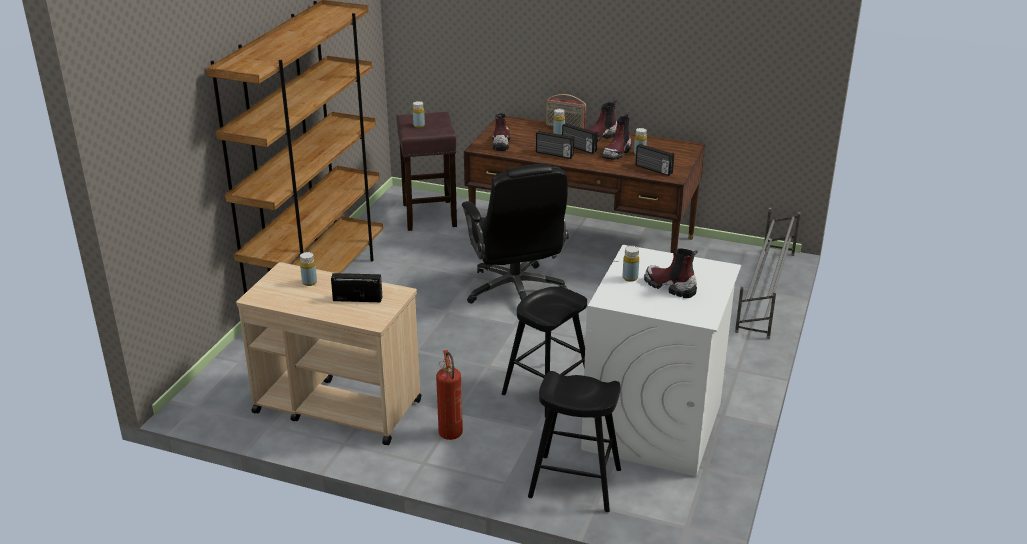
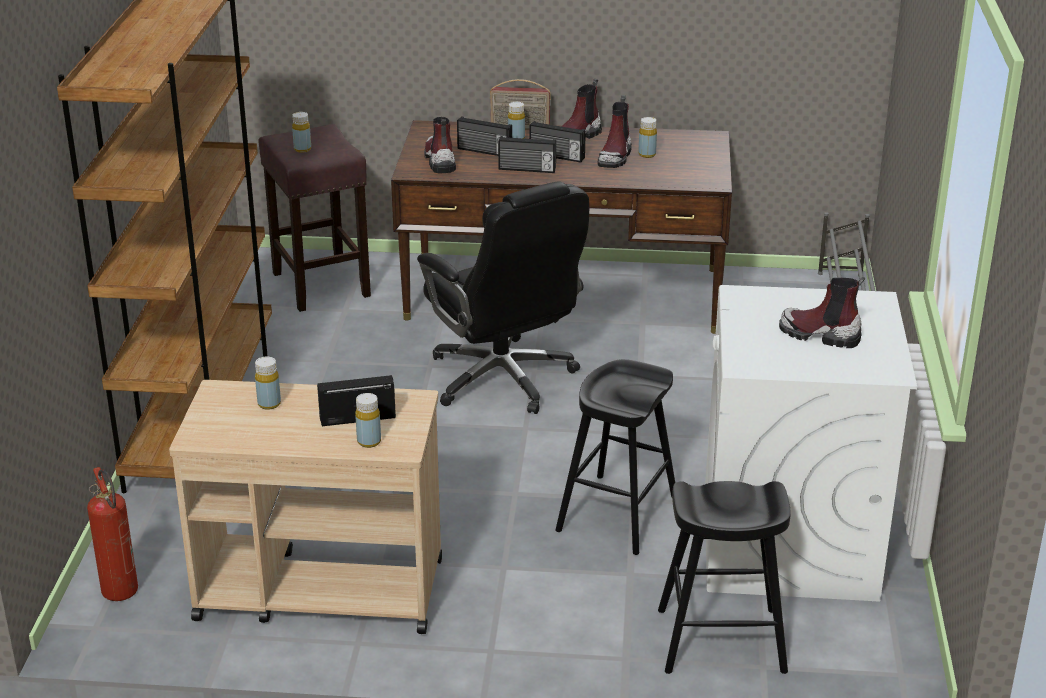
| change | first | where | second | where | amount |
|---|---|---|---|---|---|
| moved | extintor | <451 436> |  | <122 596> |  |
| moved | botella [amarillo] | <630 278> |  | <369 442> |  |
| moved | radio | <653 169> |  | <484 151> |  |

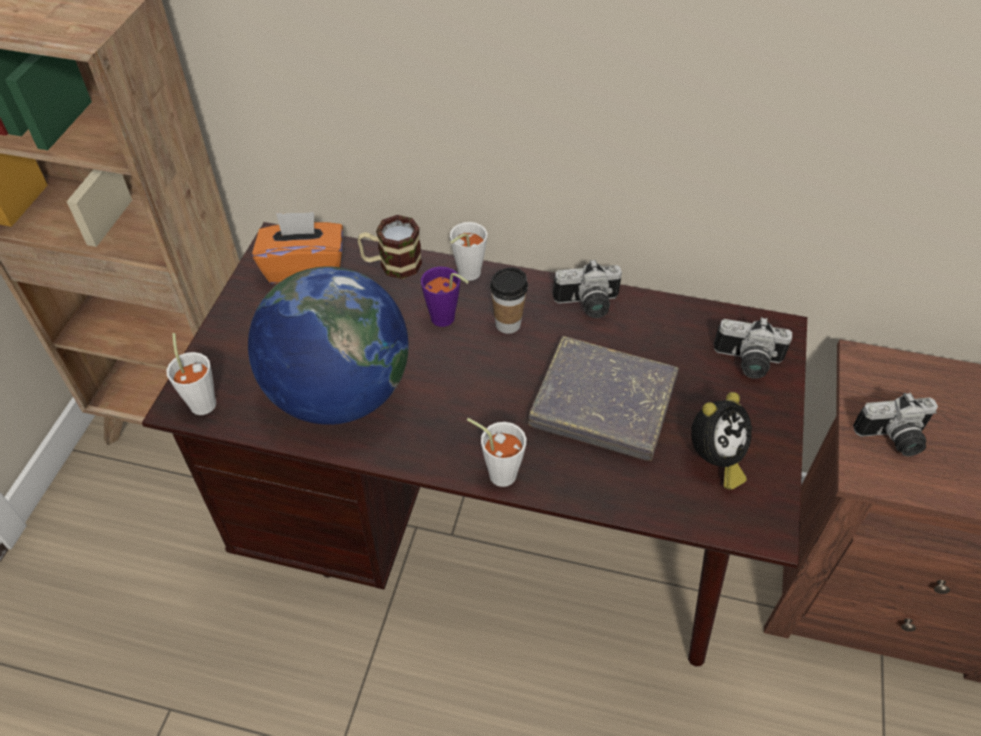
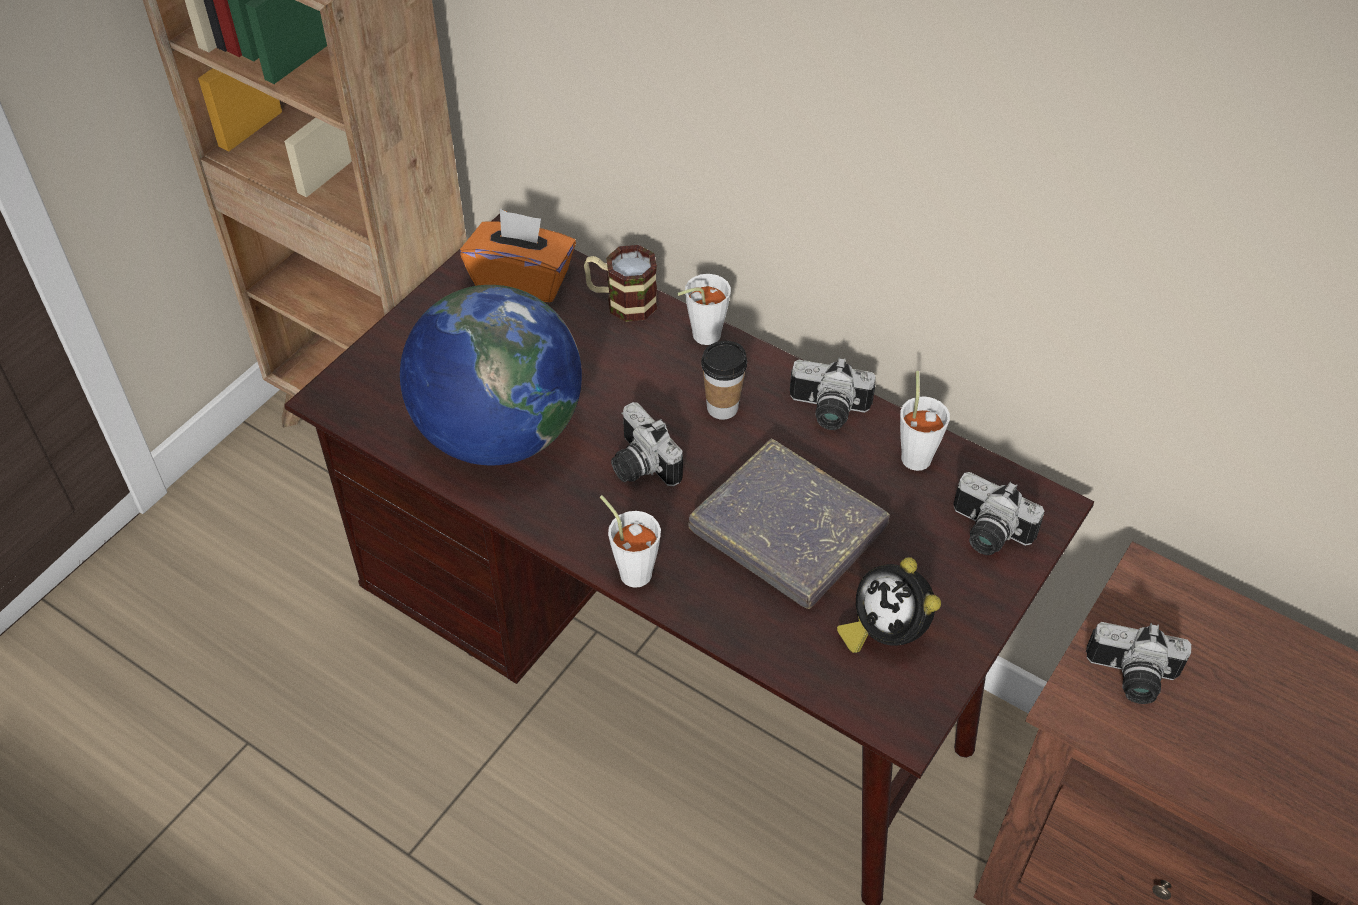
| change | first | where | second | where | amount |
|---|---|---|---|---|---|
| removed | taza [morado] | <446 321> |  |  |  |
| added |  |  | cámara | <639 465> |  |
| moved | taza [blanco] | <202 399> |  | <916 453> |  |
| turned | despertador | <714 460> |  | <885 632> | 75 degrees clockwise |

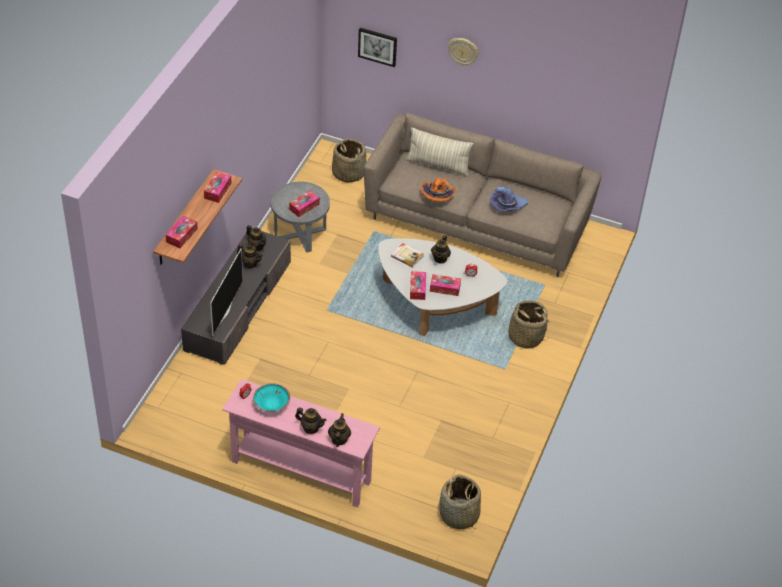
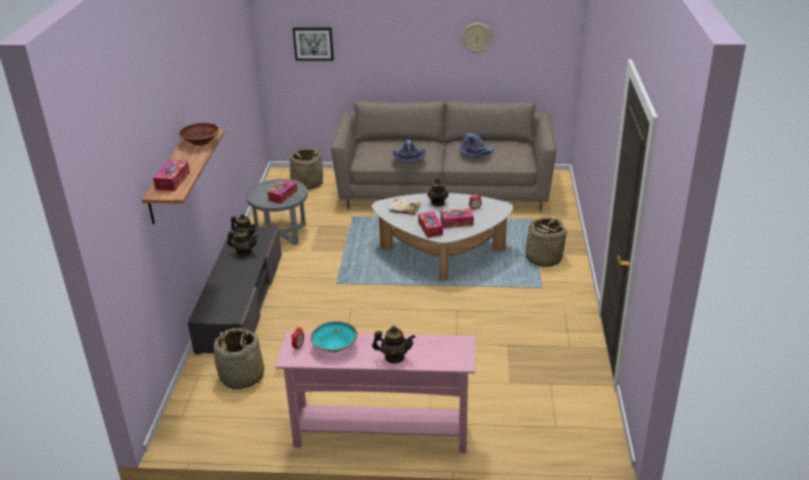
| change | first | where | second | where | amount |
|---|---|---|---|---|---|
| removed | televisor | <224 312> |  |  |  |
| removed | tetera | <339 439> |  |  |  |
| removed | cojín | <438 165> |  |  |  |
| moved | cesta | <459 515> |  | <242 377> |  |
| moved | reloj de pared | <463 51> |  | <477 37> |  |
| replaced | caja de pañuelos | <217 191> | cuenco [marrón] | <201 142> |  |
| recoloured | sombrero [naranja] | <438 194> | sombrero [morado] | <408 160> |  |

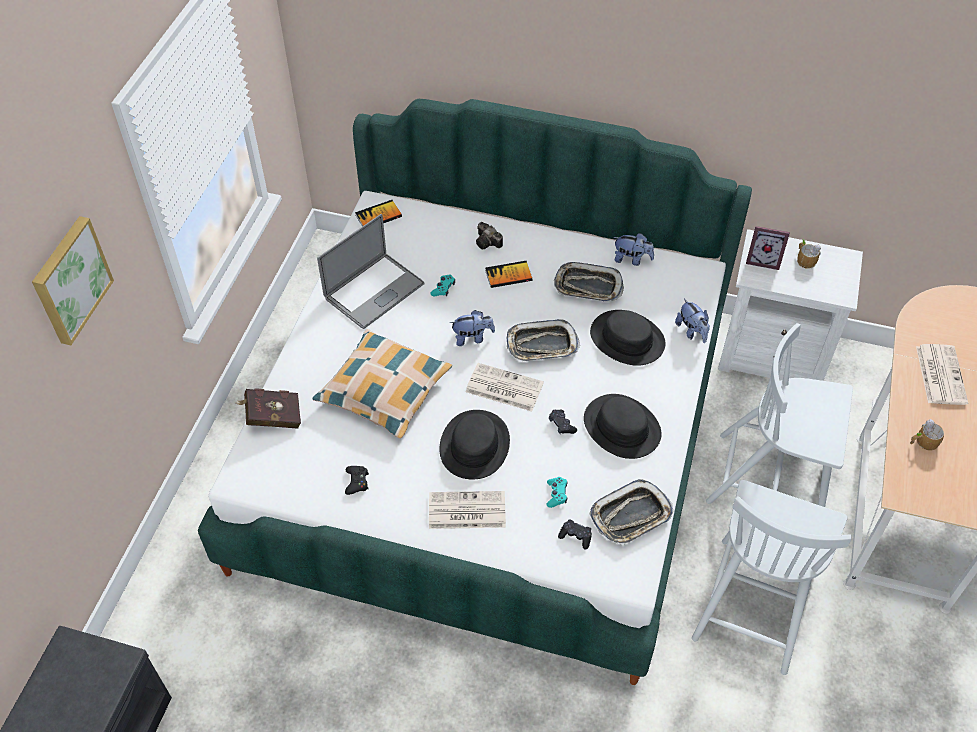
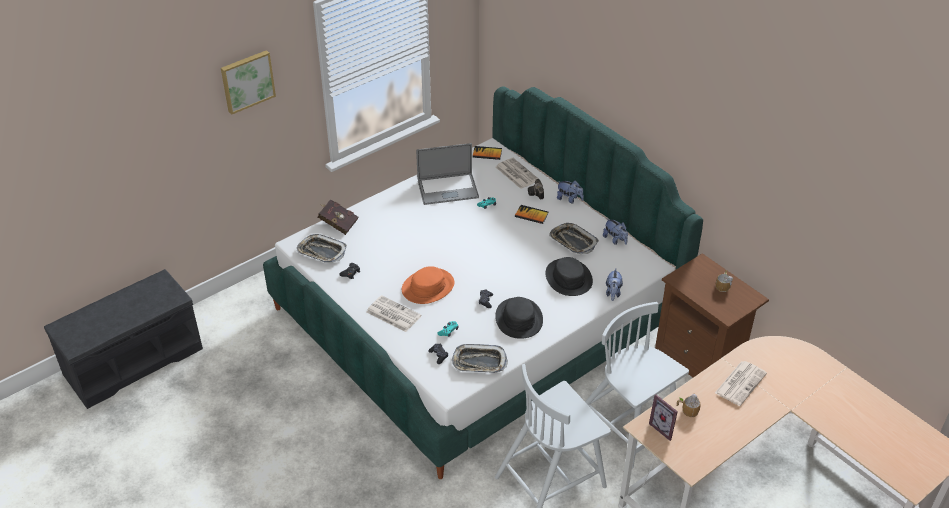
| change | first | where | second | where | amount |
|---|---|---|---|---|---|
| removed | cojín | <384 390> |  |  |  |
| moved | peluche | <472 338> |  | <569 199> |  |
| moved | periódico | <503 388> |  | <516 173> |  |
| moved | bandeja | <541 345> |  | <321 252> |  |
| moved | portarretratos | <763 260> |  | <665 428> |  |
| recoloured | sombrero [negro] | <474 445> | sombrero [naranja] | <427 287> |  |
| recoloured | mesita de noche [blanco] | <773 355> | mesita de noche [marrón] | <701 360> |  |

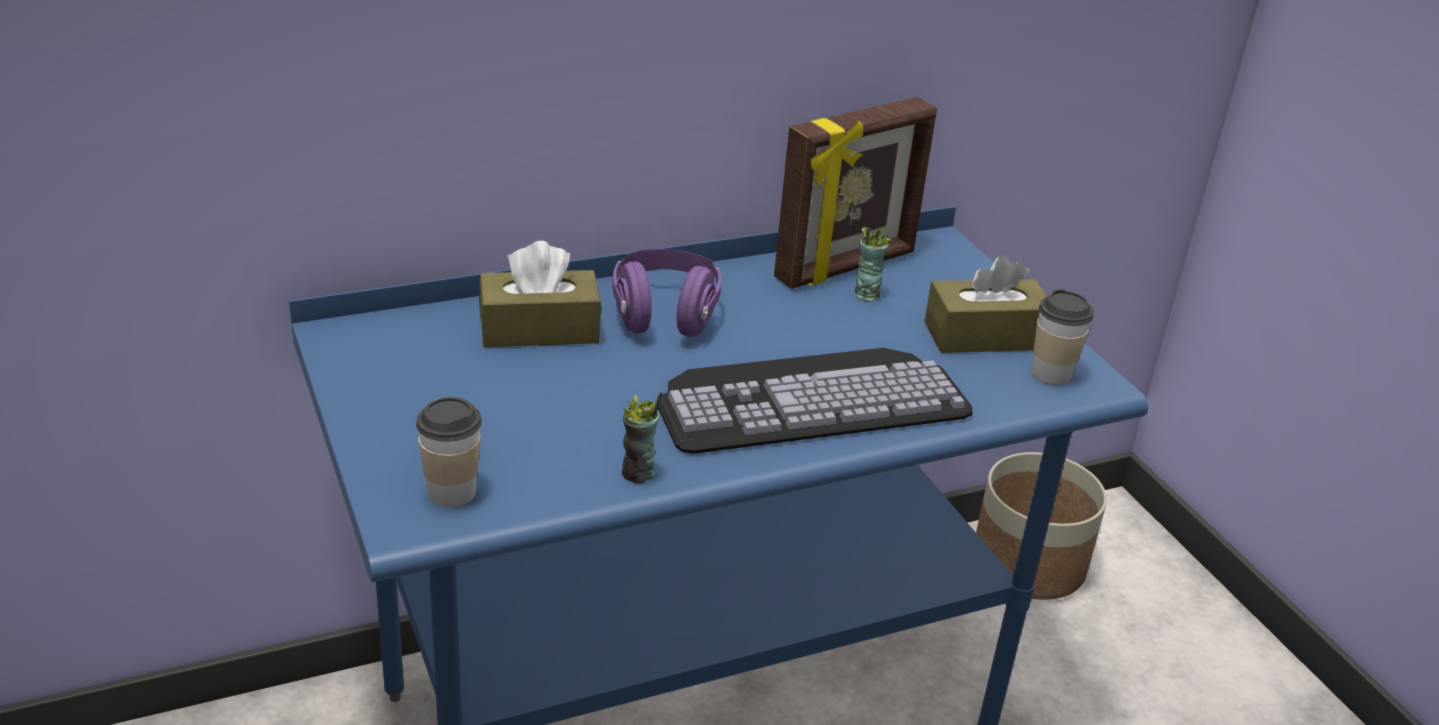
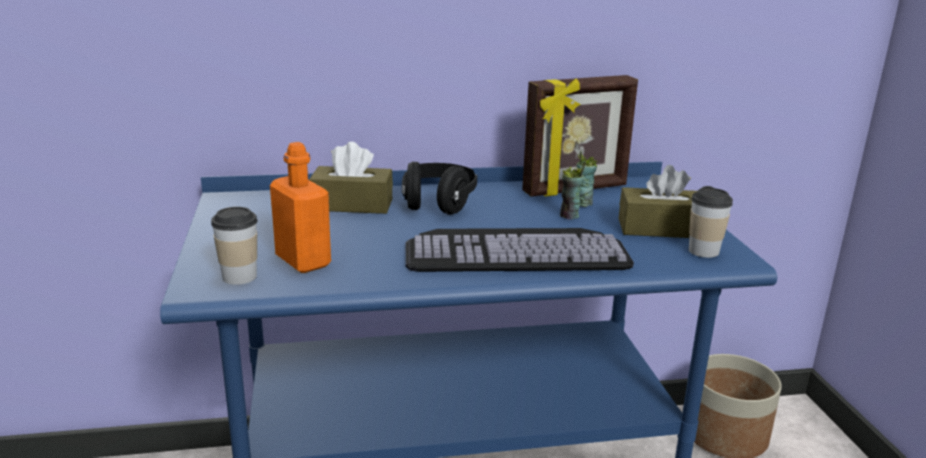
| change | first | where | second | where | amount |
|---|---|---|---|---|---|
| added |  |  | botella [naranja] | <303 261> |  |
| moved | taza | <638 474> |  | <569 216> |  |
| recoloured | auriculares [morado] | <664 316> | auriculares [negro] | <438 204> |  |

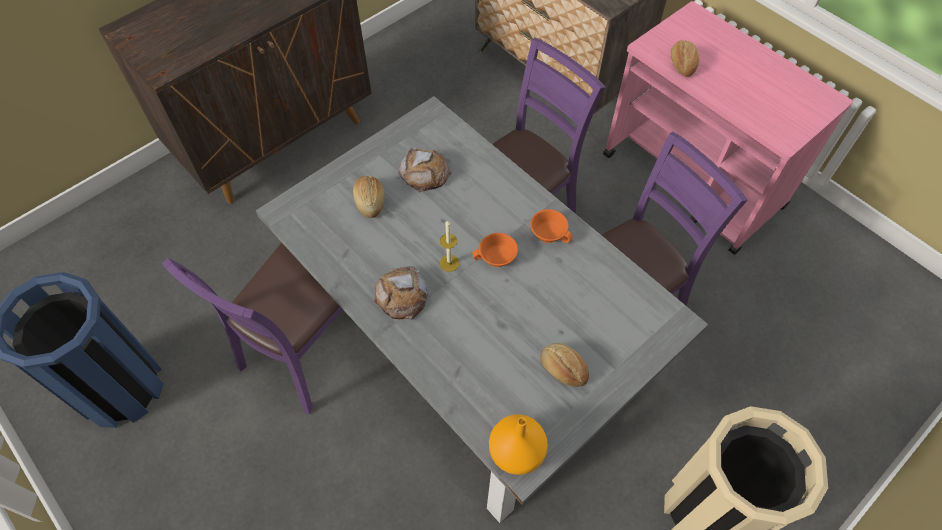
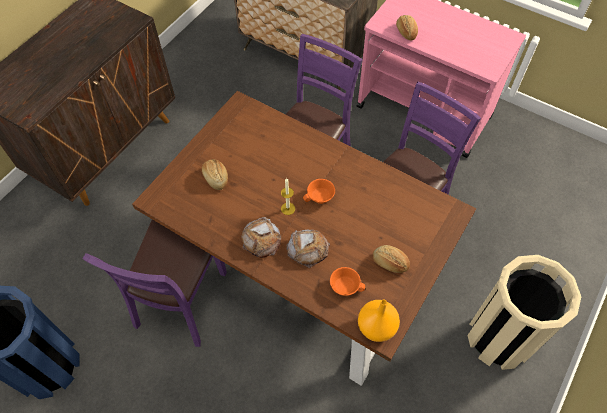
| change | first | where | second | where | amount |
|---|---|---|---|---|---|
| moved | pan | <425 173> |  | <308 249> |  |
| moved | taza [naranja] | <549 233> |  | <345 285> |  |
| recoloured | mesa de comedor [gris] | <468 349> | mesa de comedor [marrón] | <302 269> |  |

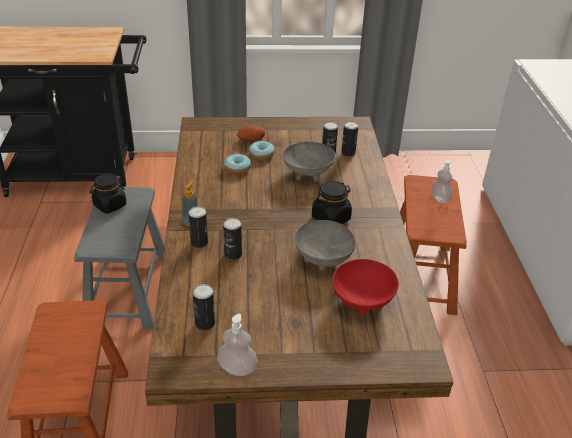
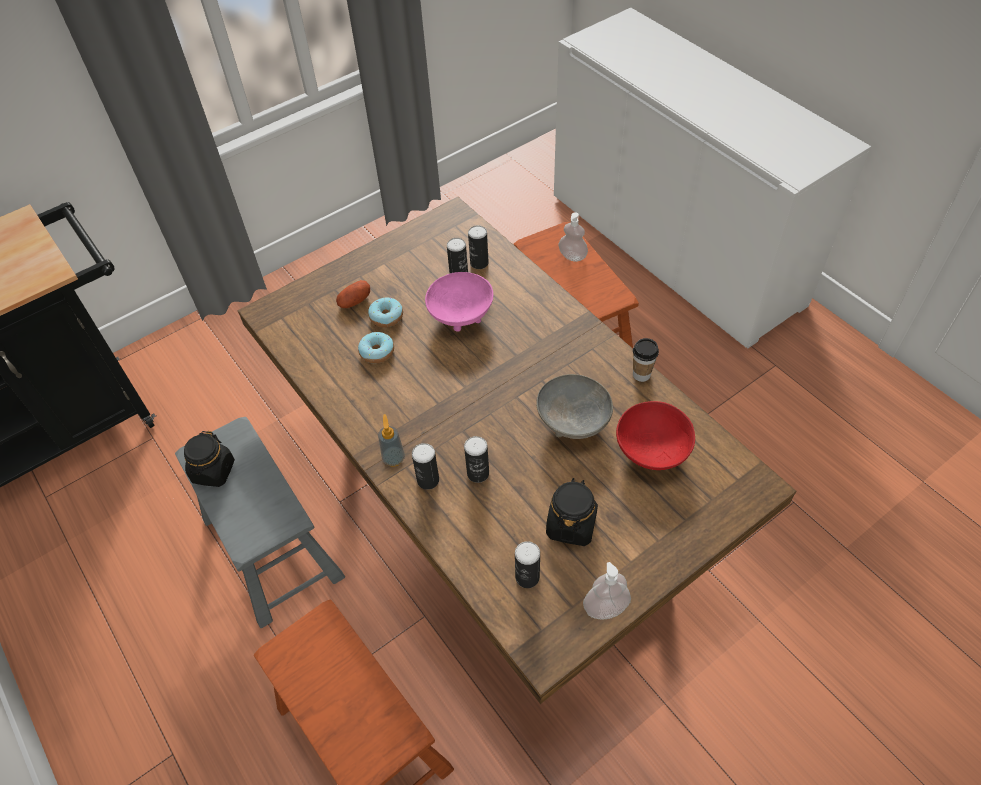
| change | first | where | second | where | amount |
|---|---|---|---|---|---|
| added |  |  | taza | <641 374> |  |
| moved | tarro [negro] | <331 218> |  | <571 524> |  |
| recoloured | cuenco [gris] | <308 173> | cuenco [rosa] | <461 315> |  |

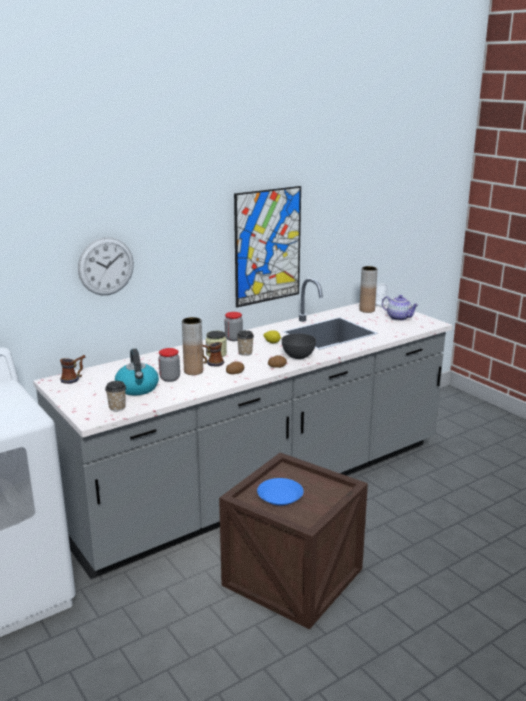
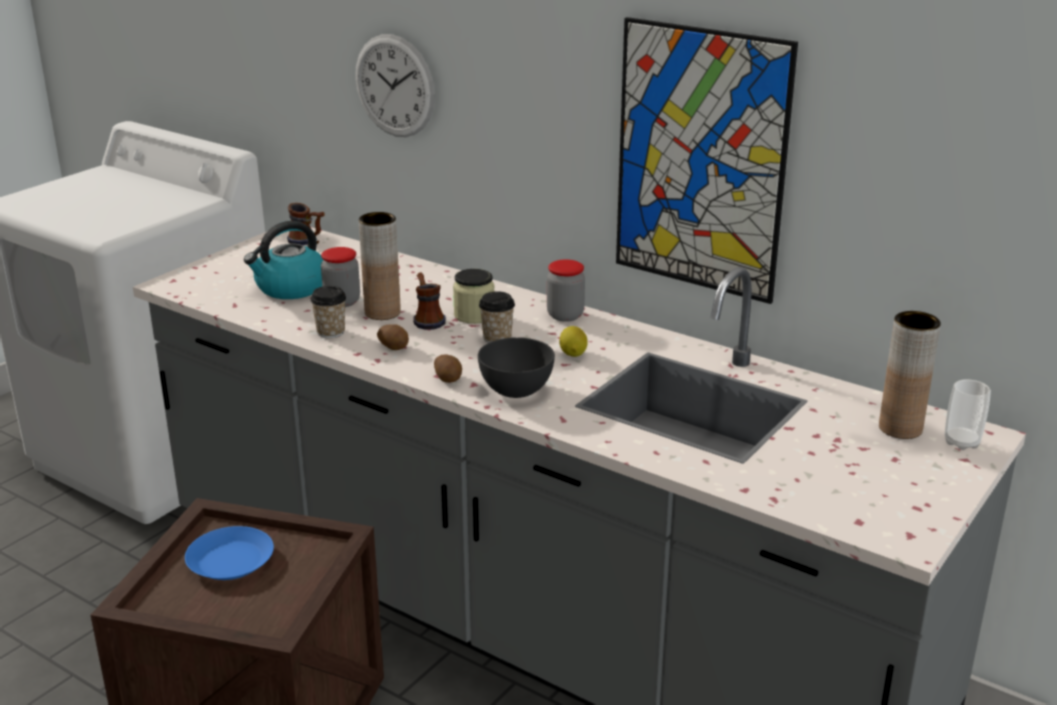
| change | first | where | second | where | amount |
|---|---|---|---|---|---|
| removed | tetera | <399 318> |  |  |  |
| moved | taza | <117 408> |  | <331 332> |  |

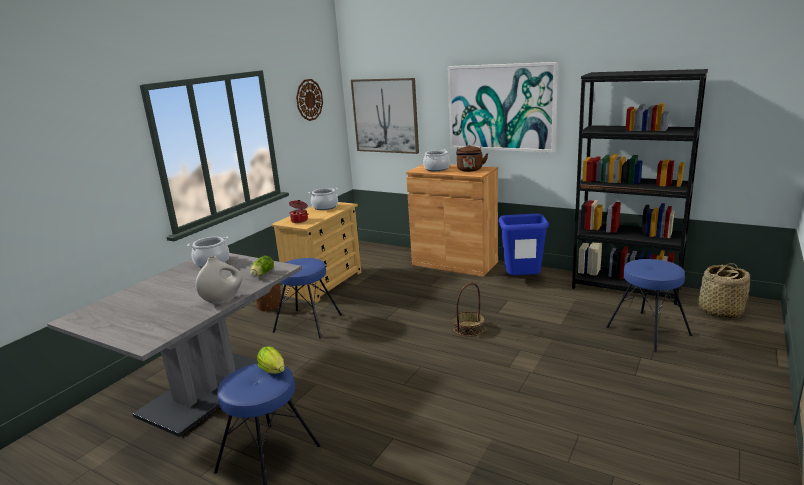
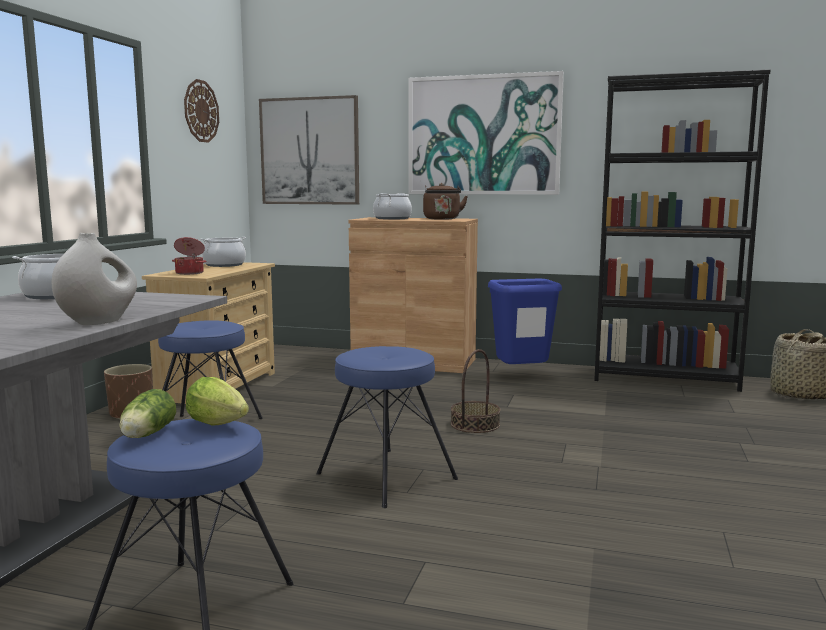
| change | first | where | second | where | amount |
|---|---|---|---|---|---|
| moved | lechuga | <261 274> |  | <146 435> |  |
| moved | taburete [azul] | <647 331> |  | <385 477> |  |

